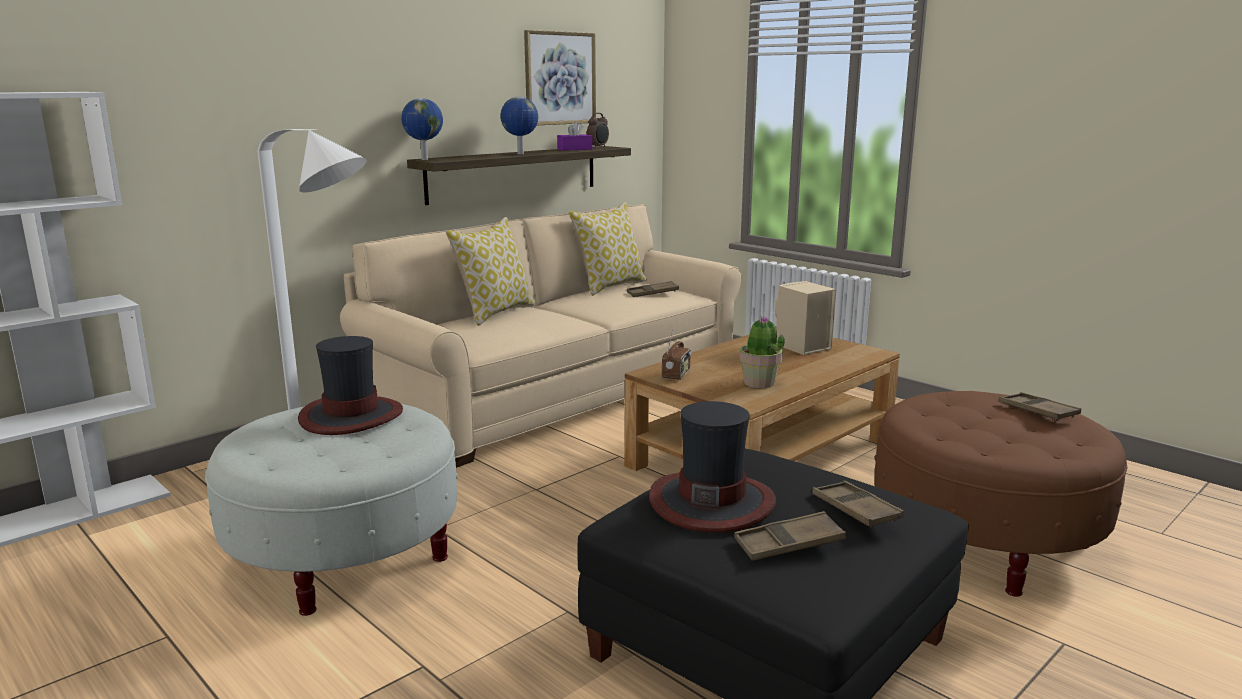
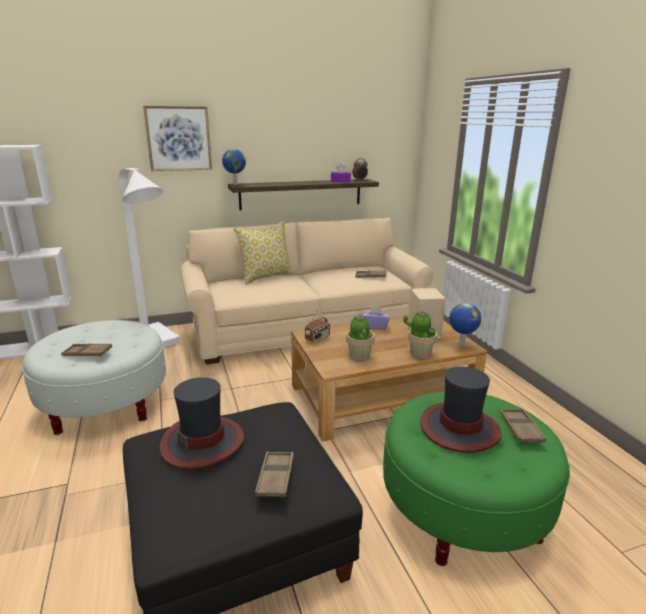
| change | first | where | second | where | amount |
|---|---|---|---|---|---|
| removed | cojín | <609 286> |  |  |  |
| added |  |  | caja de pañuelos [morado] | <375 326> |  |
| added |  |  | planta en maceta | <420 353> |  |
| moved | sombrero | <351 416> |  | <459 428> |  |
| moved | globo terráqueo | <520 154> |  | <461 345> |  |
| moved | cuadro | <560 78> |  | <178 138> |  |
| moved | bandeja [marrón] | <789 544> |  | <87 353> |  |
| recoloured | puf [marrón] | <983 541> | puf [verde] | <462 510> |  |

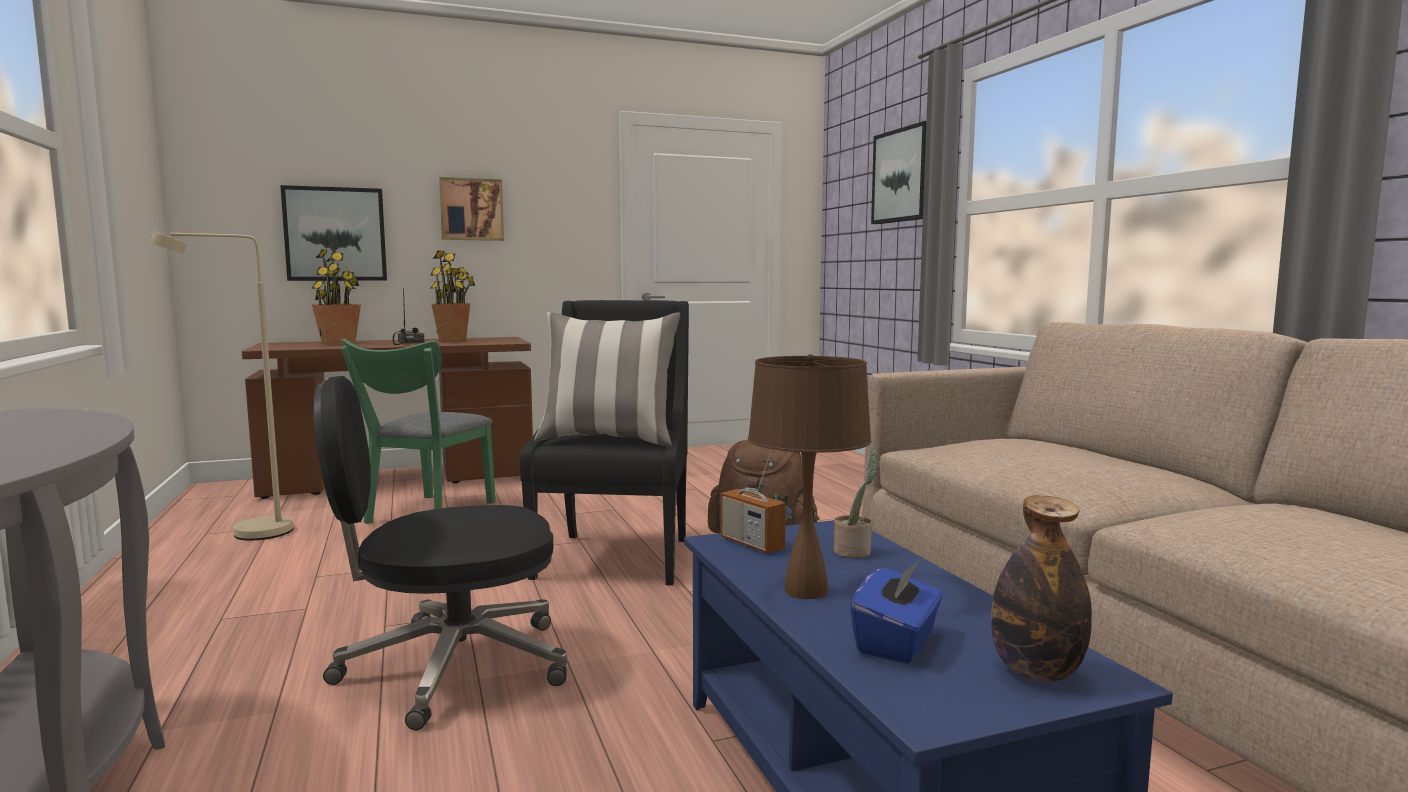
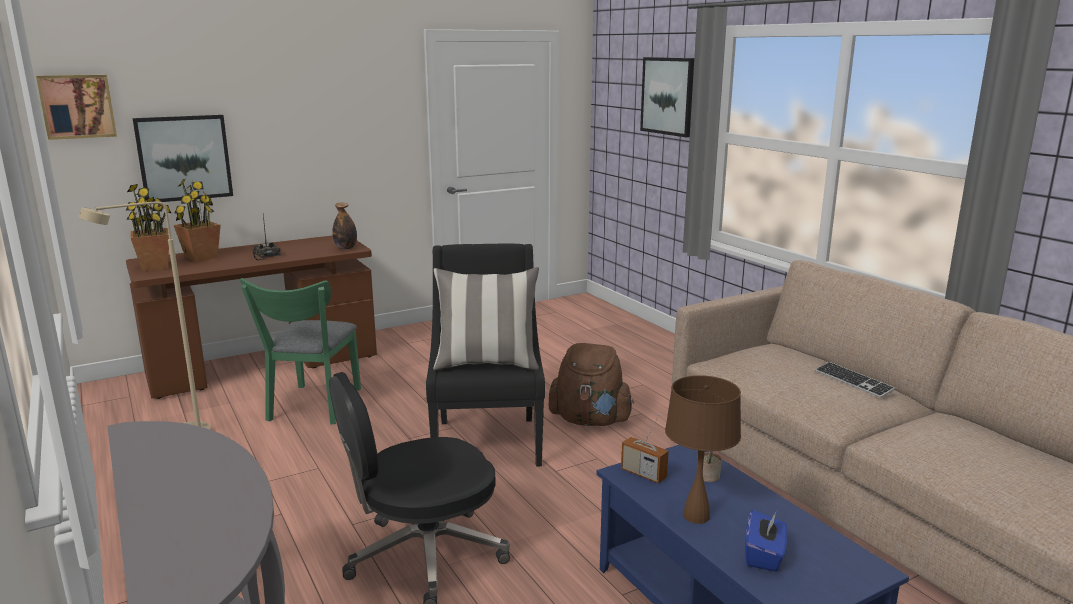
| change | first | where | second | where | amount |
|---|---|---|---|---|---|
| added |  |  | teclado | <853 381> |  |
| moved | planta en maceta | <452 341> |  | <155 267> |  |
| moved | cuadro | <471 209> |  | <77 106> |  |
| moved | botella | <1036 672> |  | <346 248> |  |

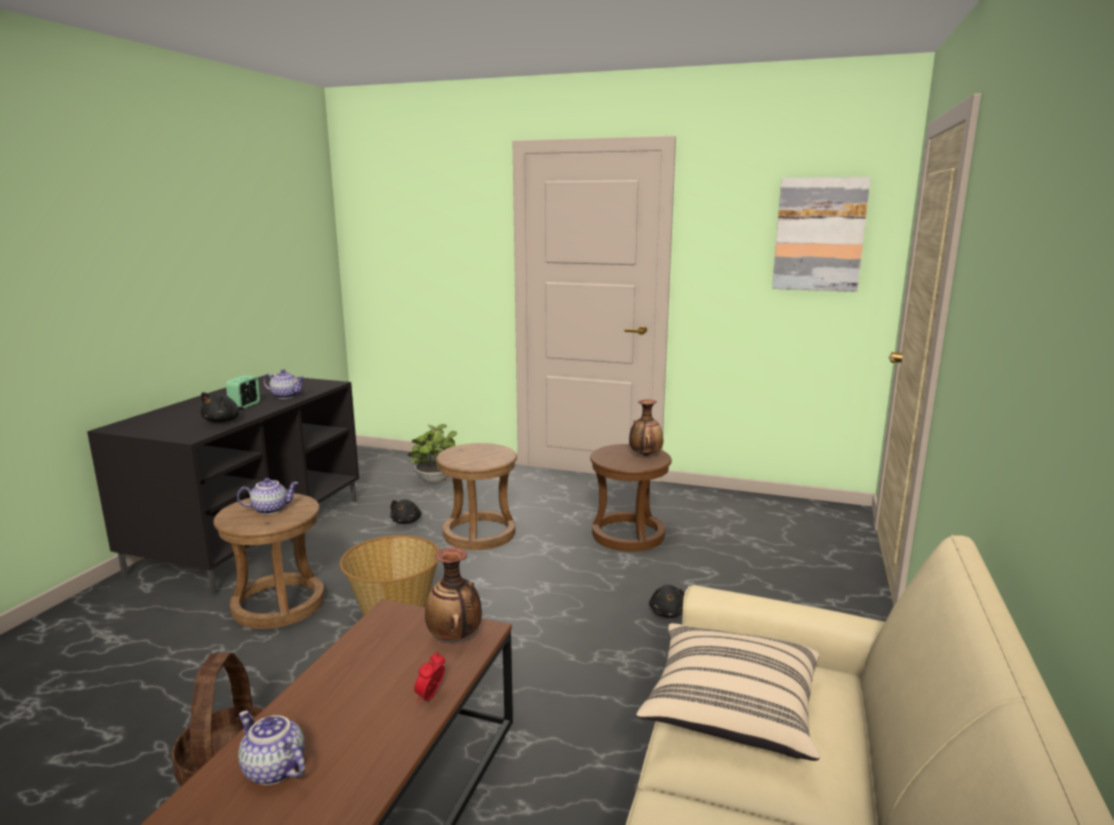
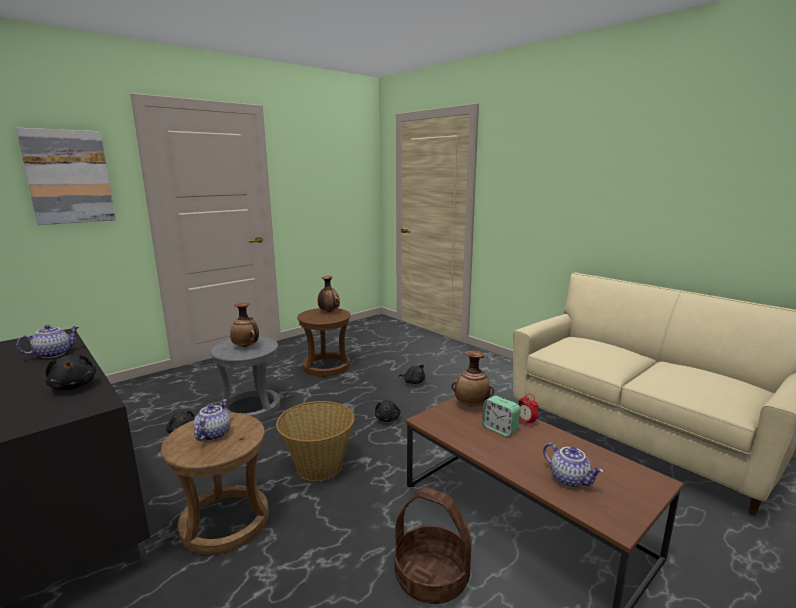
| change | first | where | second | where | amount |
|---|---|---|---|---|---|
| removed | planta en maceta | <434 481> |  |  |  |
| removed | cojín [beis] | <731 711> |  |  |  |
| added |  |  | florero | <246 346> |  |
| added |  |  | peluche [negro] | <387 419> |  |
| moved | despertador | <245 406> |  | <500 429> |  |
| moved | cuadro | <819 234> |  | <69 177> |  |
| recoloured | taburete [marrón] | <479 534> | taburete [gris] | <251 408> |  |
| turned | tetera | <272 770> |  | <570 479> | 105 degrees counterclockwise |

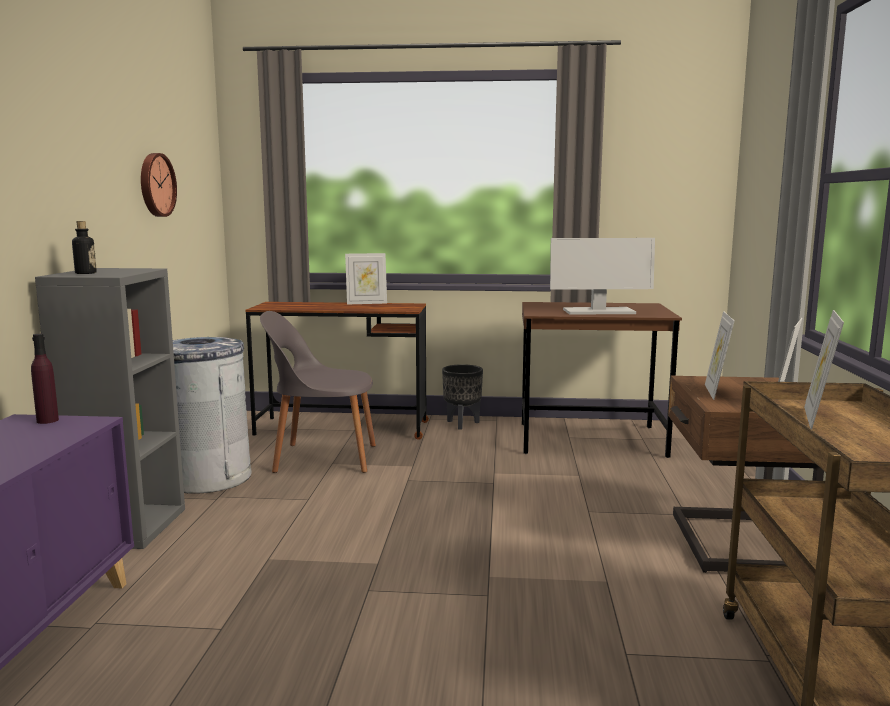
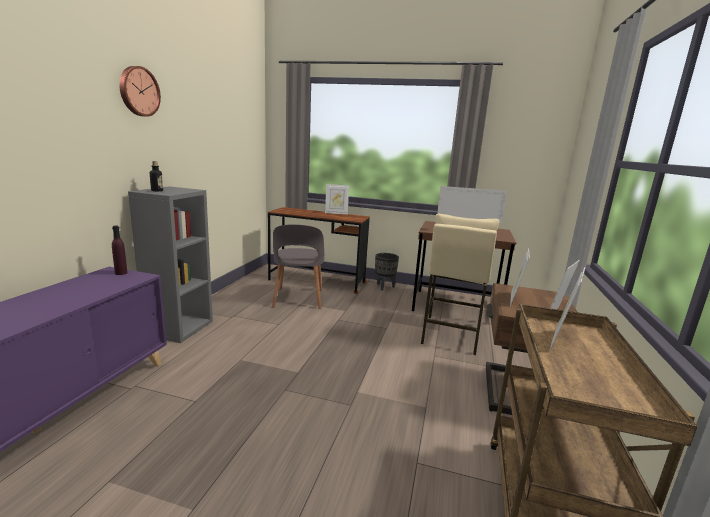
| change | first | where | second | where | amount |
|---|---|---|---|---|---|
| removed | papelera [gris] | <207 478> |  |  |  |
| added |  |  | taburete [beis] | <450 334> |  |
| moved | reloj de pared | <155 185> |  | <138 91> |  |
| turned | silla [gris] | <322 458> |  | <298 299> | 105 degrees counterclockwise |

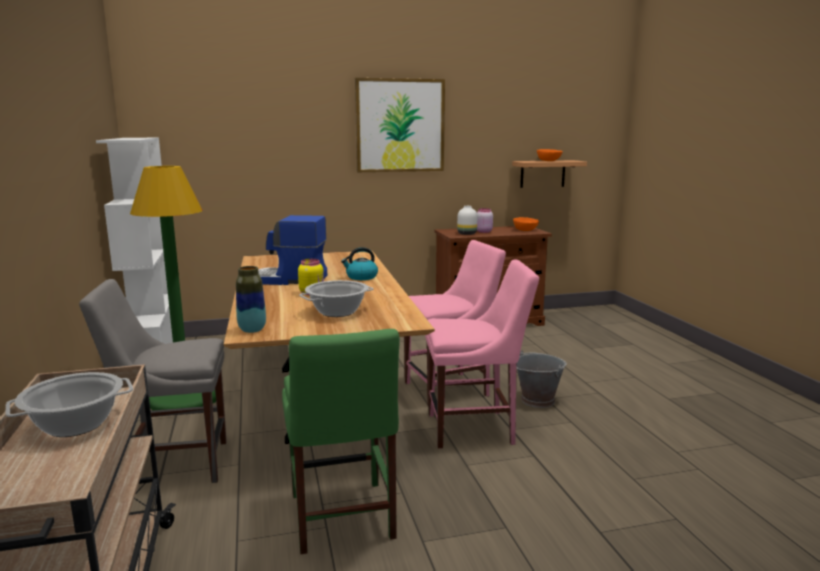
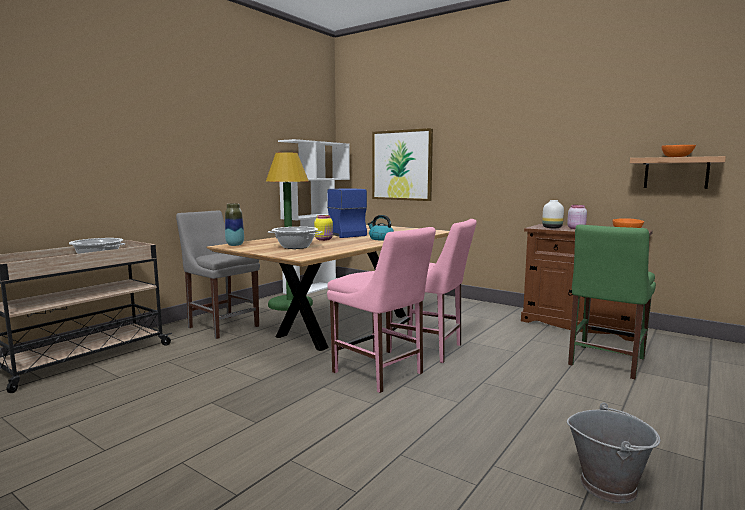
| change | first | where | second | where | amount |
|---|---|---|---|---|---|
| moved | silla [verde] | <342 520> |  | <605 362> |  |
| moved | cuadro | <400 125> |  | <401 165> |  |
| moved | cubo [gris] | <537 400> |  | <608 485> |  |

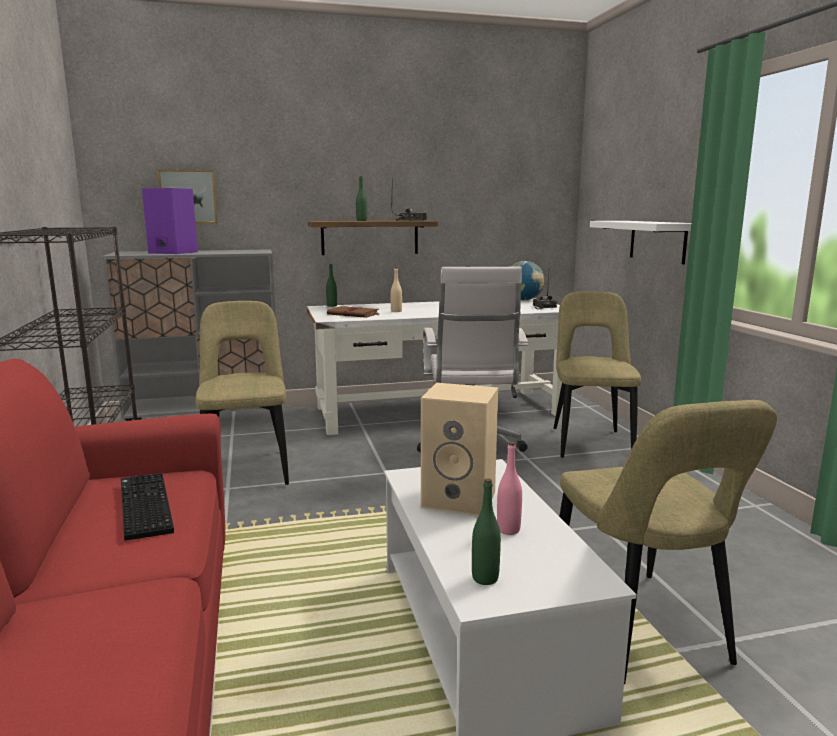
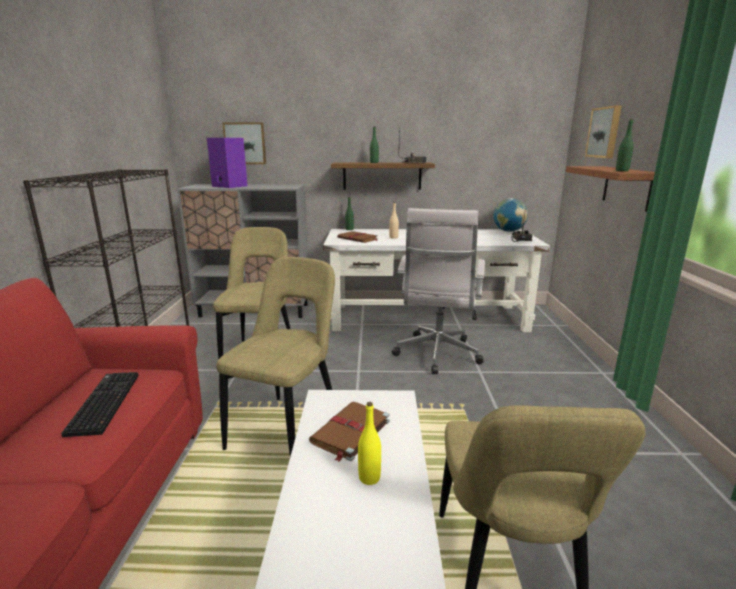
| change | first | where | second | where | amount |
|---|---|---|---|---|---|
| added |  |  | cuadro | <605 132> |  |
| moved | botella [verde] | <485 578> |  | <622 170> |  |
| moved | silla [beis] | <590 442> |  | <288 427> |  |
| replaced | altavoz [beis] | <461 499> | libro [marrón] | <350 432> |  |
| recoloured | botella [rosa] | <508 530> | botella [amarillo] | <369 478> |  |
| recoloured | estante [blanco] | <657 241> | estante [marrón] | <627 187> |  |

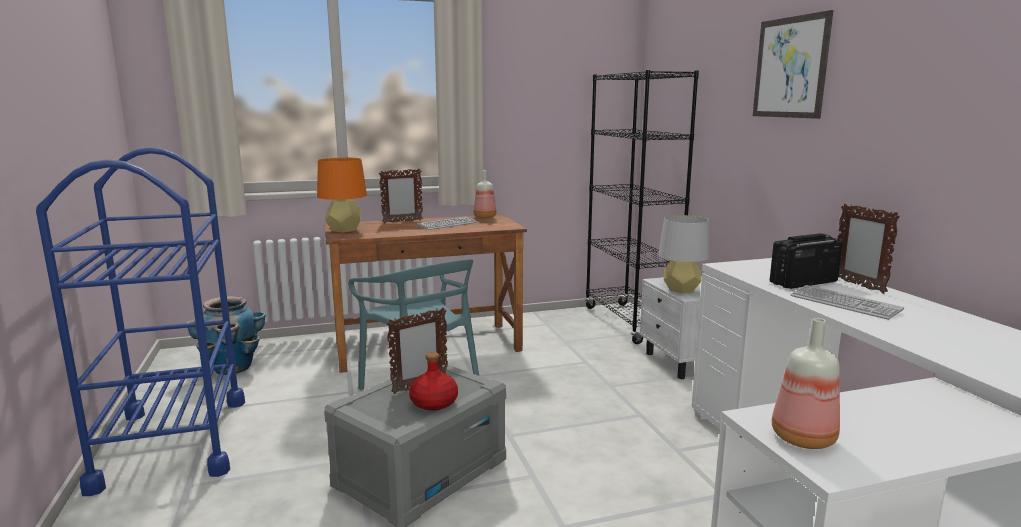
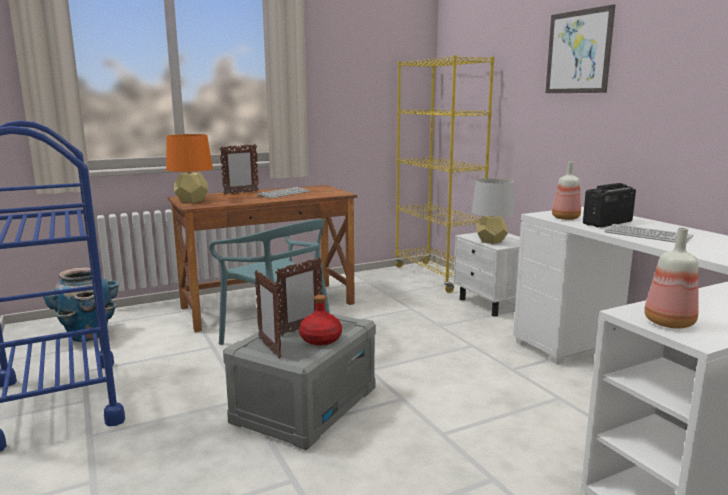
| change | first | where | second | where | amount |
|---|---|---|---|---|---|
| moved | botella | <484 217> |  | <566 218> |  |
| moved | portarretratos | <858 285> |  | <269 348> |  |
| recoloured | estantería [negro] | <629 323> | estantería [amarillo] | <437 276> |  |

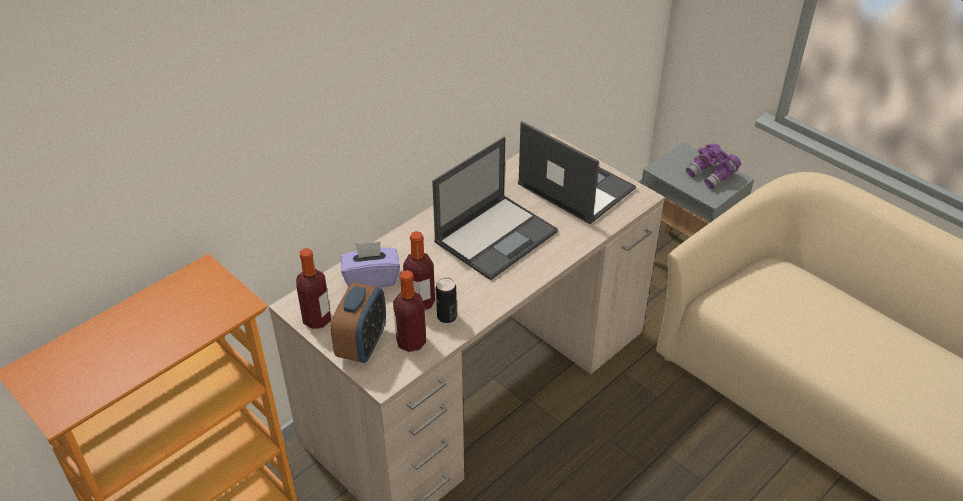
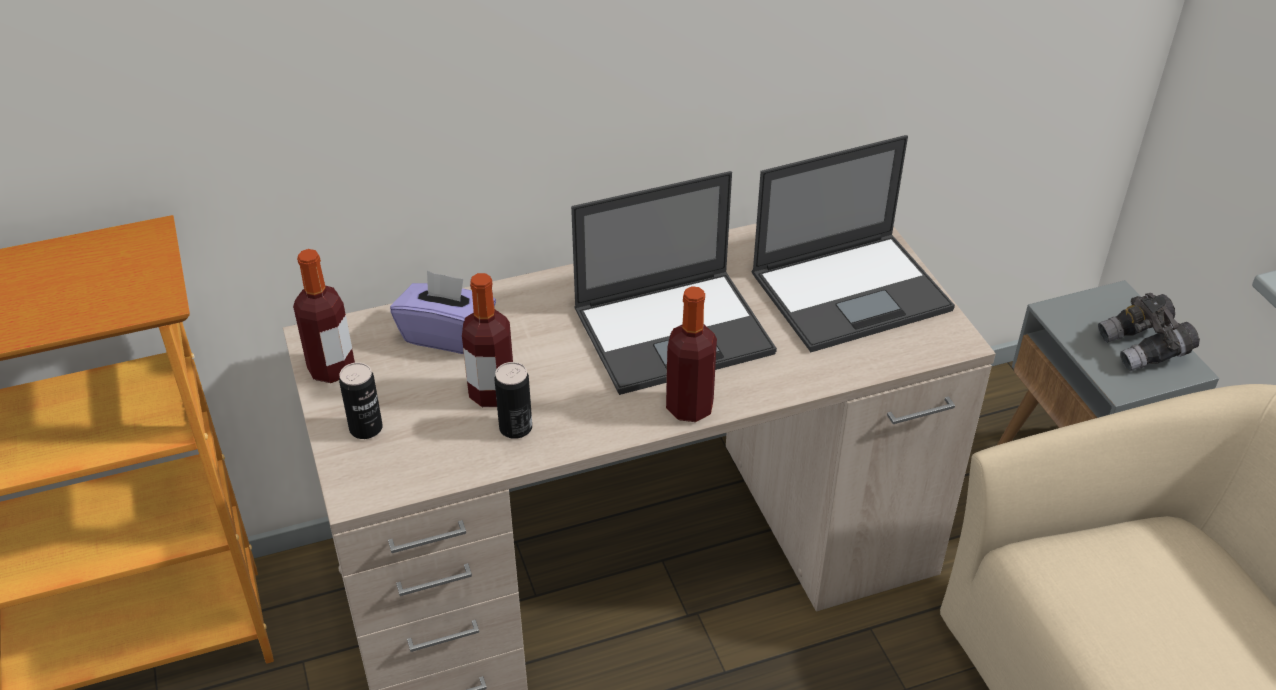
| change | first | where | second | where | amount |
|---|---|---|---|---|---|
| moved | botella | <411 342> |  | <689 407> |  |
| replaced | despertador | <362 345> | lata | <366 428> |  |
| recoloured | prismáticos [morado] | <711 175> | prismáticos [gris] | <1143 348> |  |
| turned | portátil | <574 186> |  | <852 291> | 90 degrees clockwise |

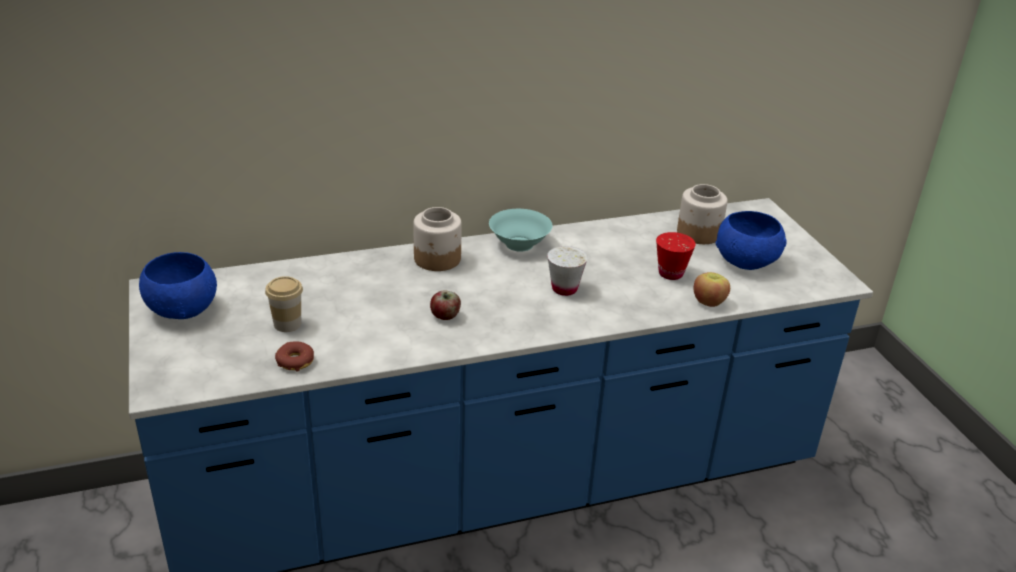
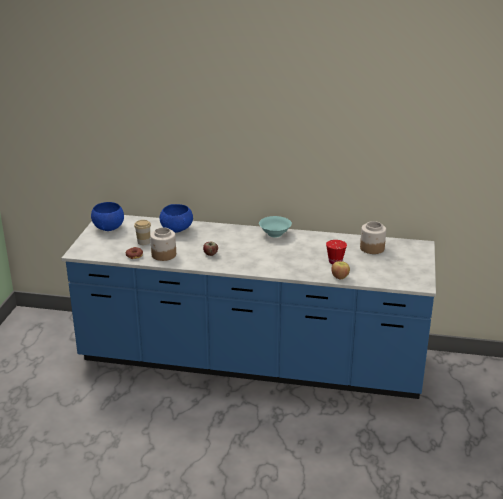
| change | first | where | second | where | amount |
|---|---|---|---|---|---|
| removed | taza [blanco] | <564 289> |  |  |  |
| moved | tarro | <437 259> |  | <164 255> |  |
| moved | cuenco [azul] | <747 262> |  | <177 230> |  |

